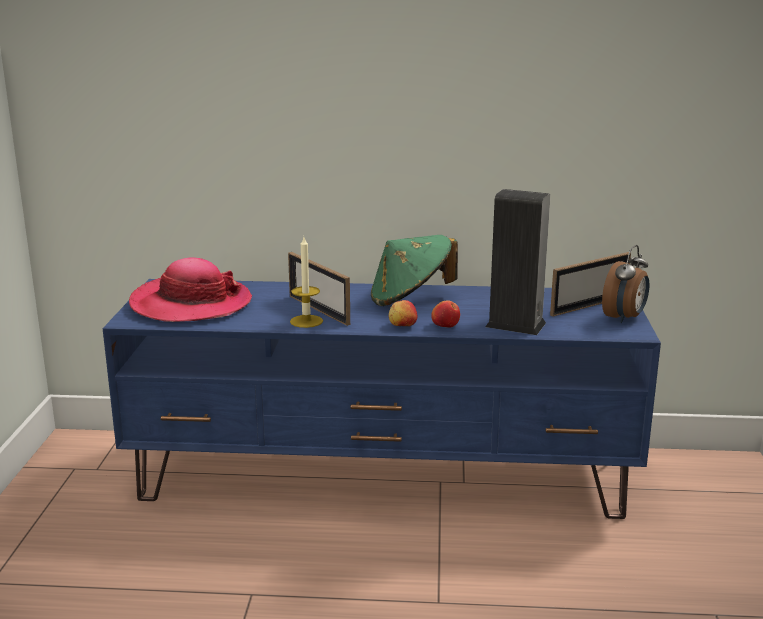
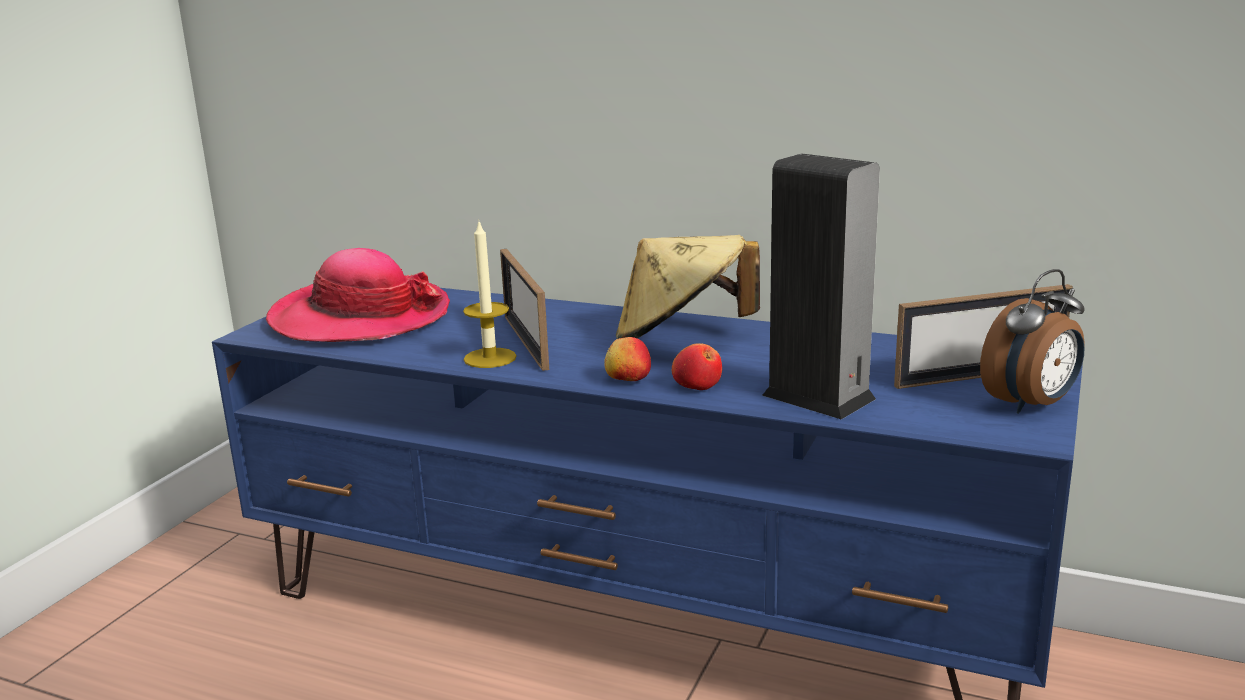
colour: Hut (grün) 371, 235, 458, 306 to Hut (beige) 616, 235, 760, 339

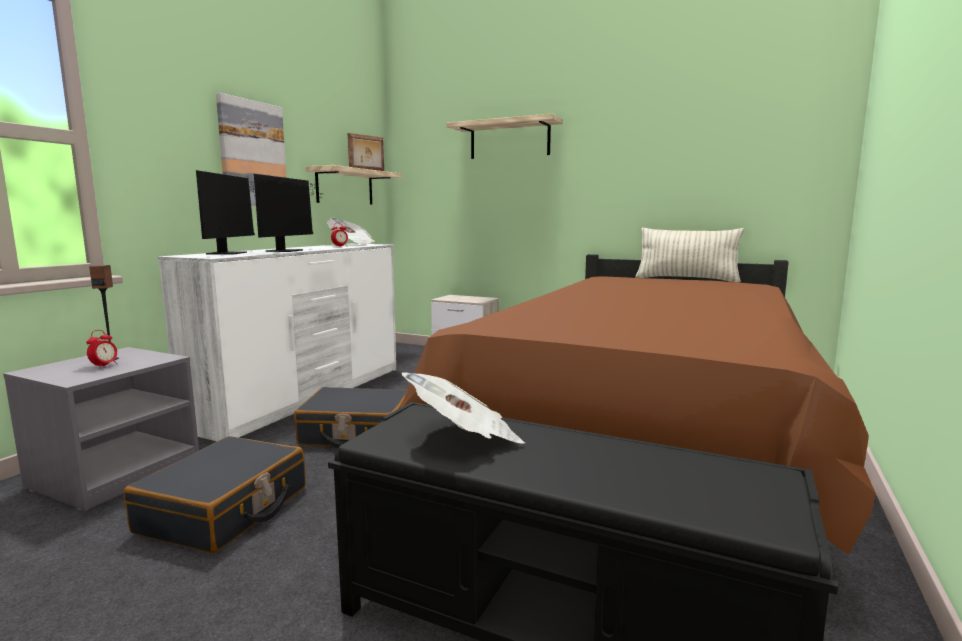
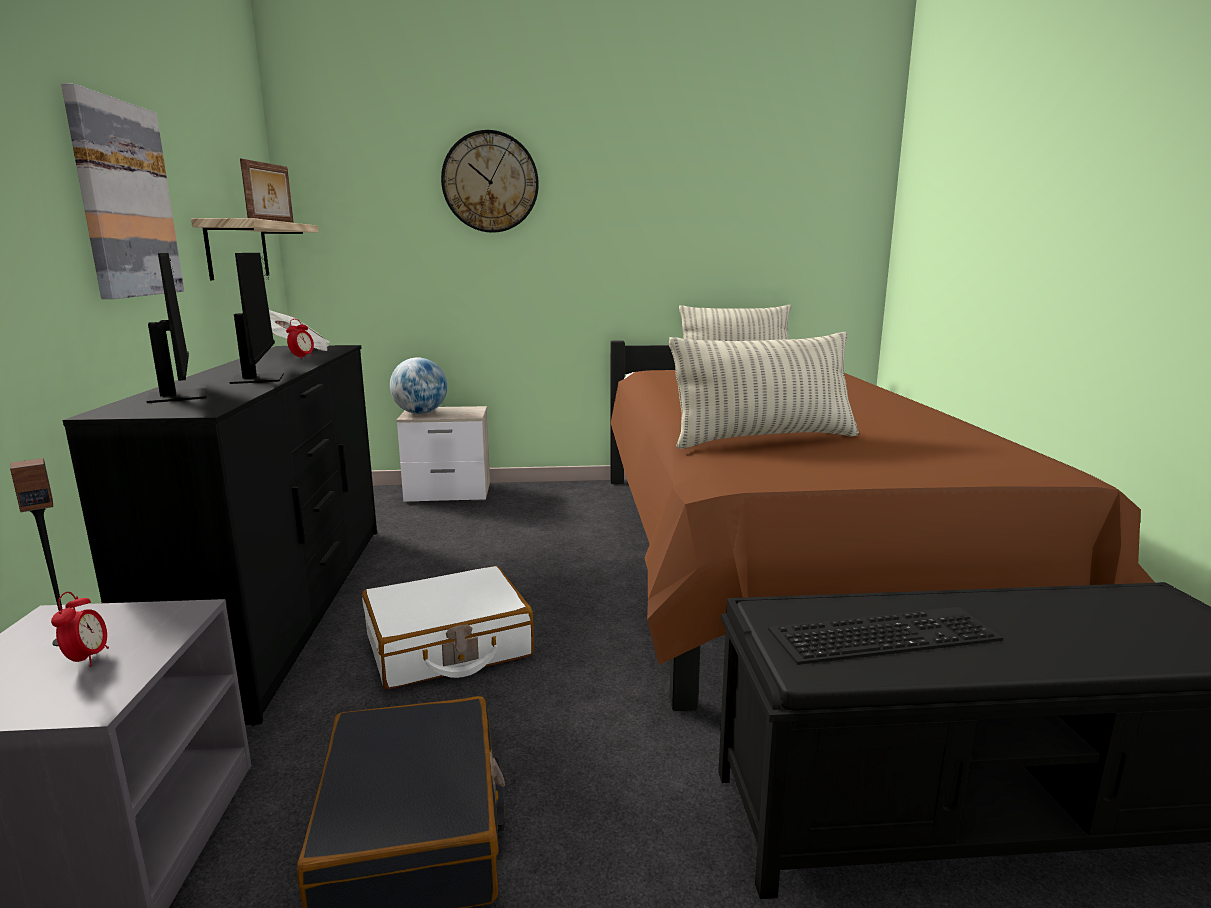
appeared: Globus 390, 357, 447, 414; Kissen 669, 332, 859, 449
exchanged: Zeitung 402, 372, 525, 444 to Tastatur 768, 607, 1003, 665; Wandregal 446, 114, 563, 159 to Wanduhr 441, 130, 539, 233
colour: Kommode (weiß) 158, 244, 396, 441 to Kommode (schwarz) 63, 345, 377, 726; Koffer (schwarz) 294, 387, 407, 448 to Koffer (weiß) 362, 566, 534, 689

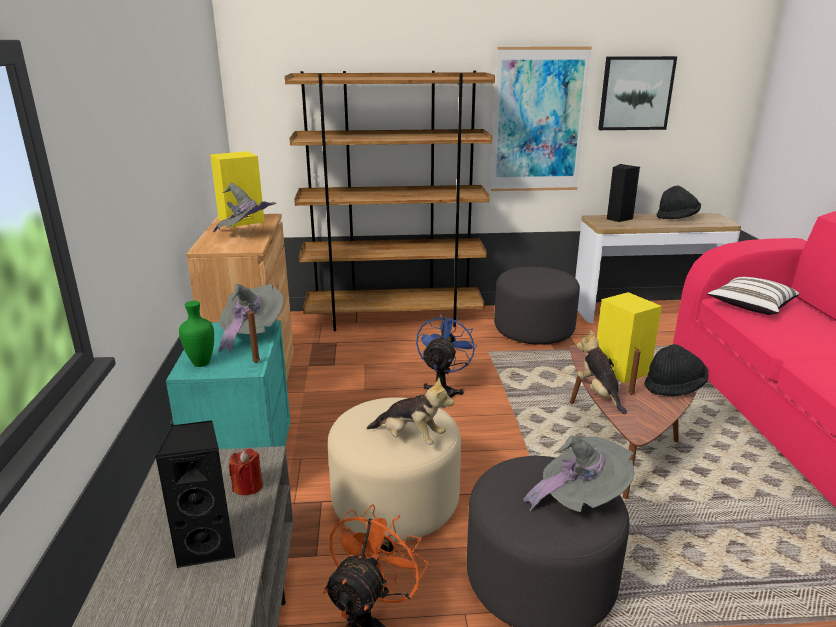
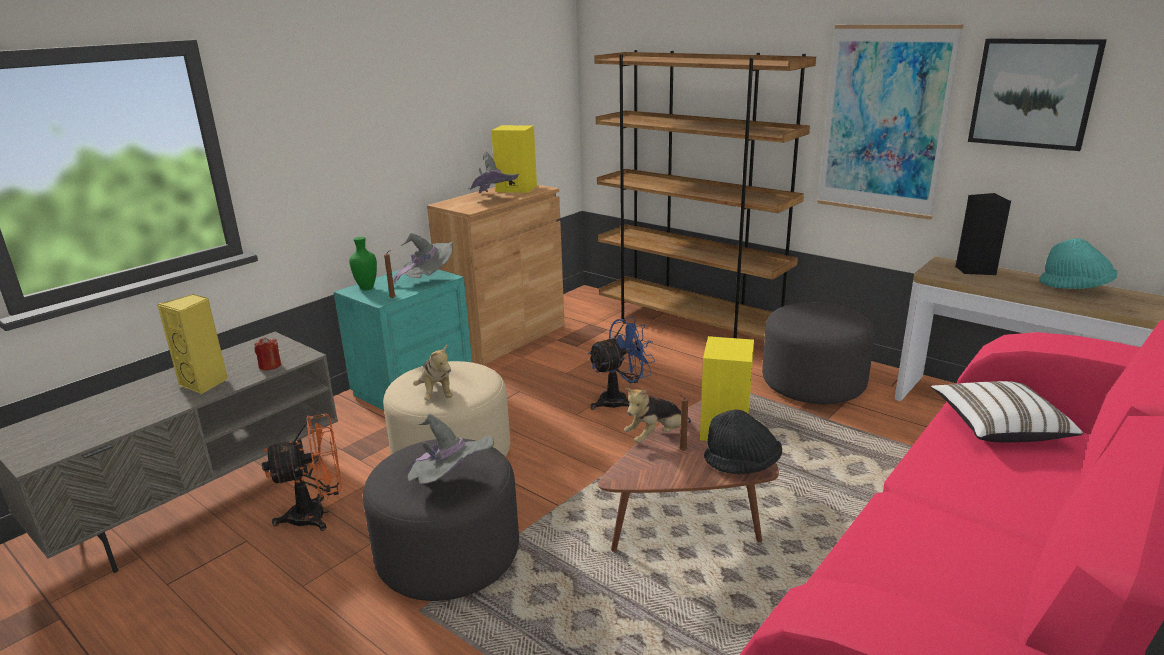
colour: Lautsprecher (schwarz) 154, 420, 235, 569 to Lautsprecher (gelb) 157, 294, 228, 395; Hut (schwarz) 656, 186, 701, 219 to Hut (türkis) 1039, 238, 1117, 289
spun: Plüschtier 577, 329, 627, 414 = 624, 388, 691, 443 150 degrees counterclockwise

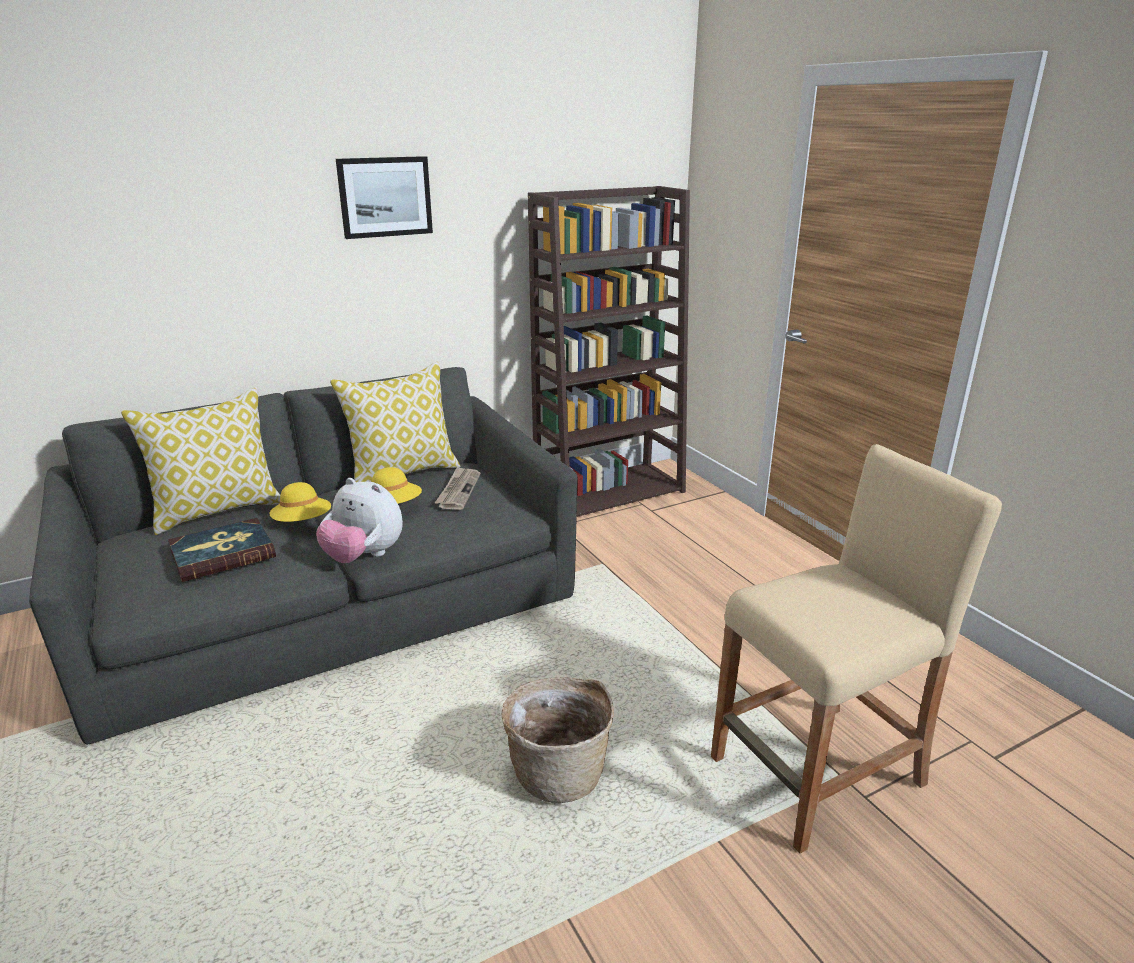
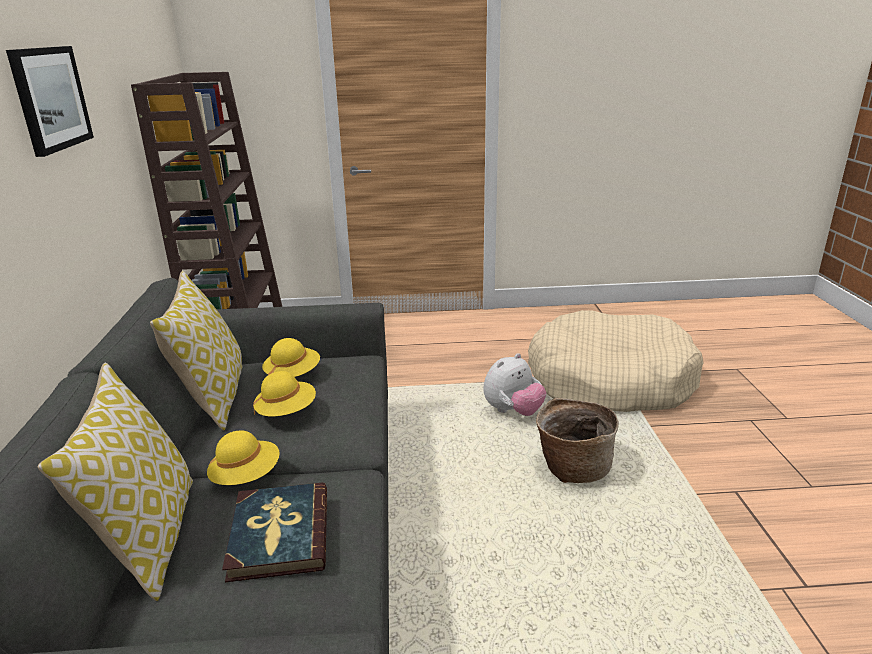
relocated: Plüschtier 316, 478, 403, 563 to 483, 353, 546, 416
exchanged: Zeitung 435, 466, 481, 510 to Hut (gelb) 262, 338, 320, 377; Hocker (beige) 711, 444, 1002, 854 to Hundebett (beige) 528, 310, 704, 412

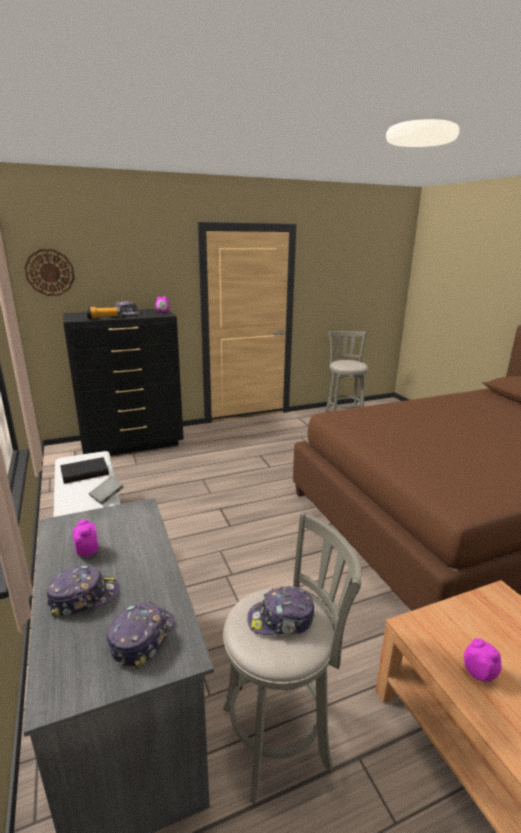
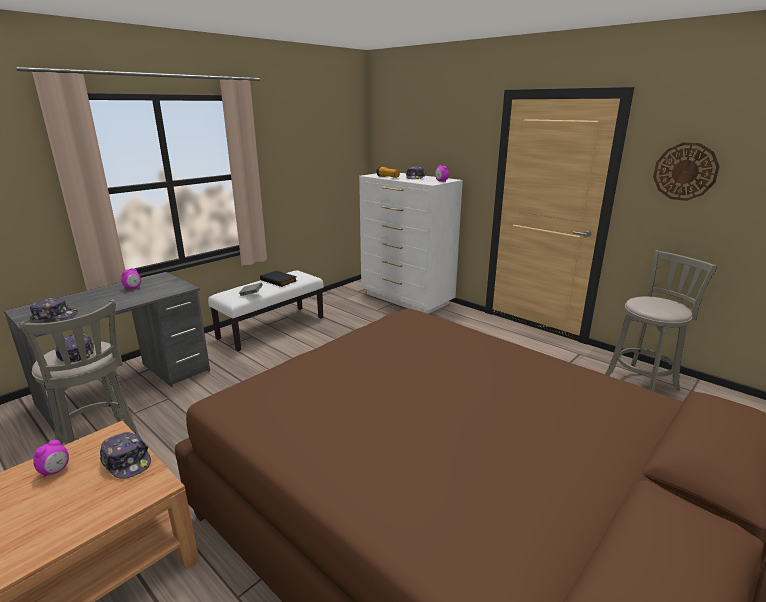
relocated: Wanduhr 24, 249, 75, 296 to 653, 142, 720, 201; Kappe 47, 566, 119, 617 to 100, 432, 151, 479
colour: Kommode (schwarz) 63, 309, 184, 456 to Kommode (weiß) 359, 173, 463, 314

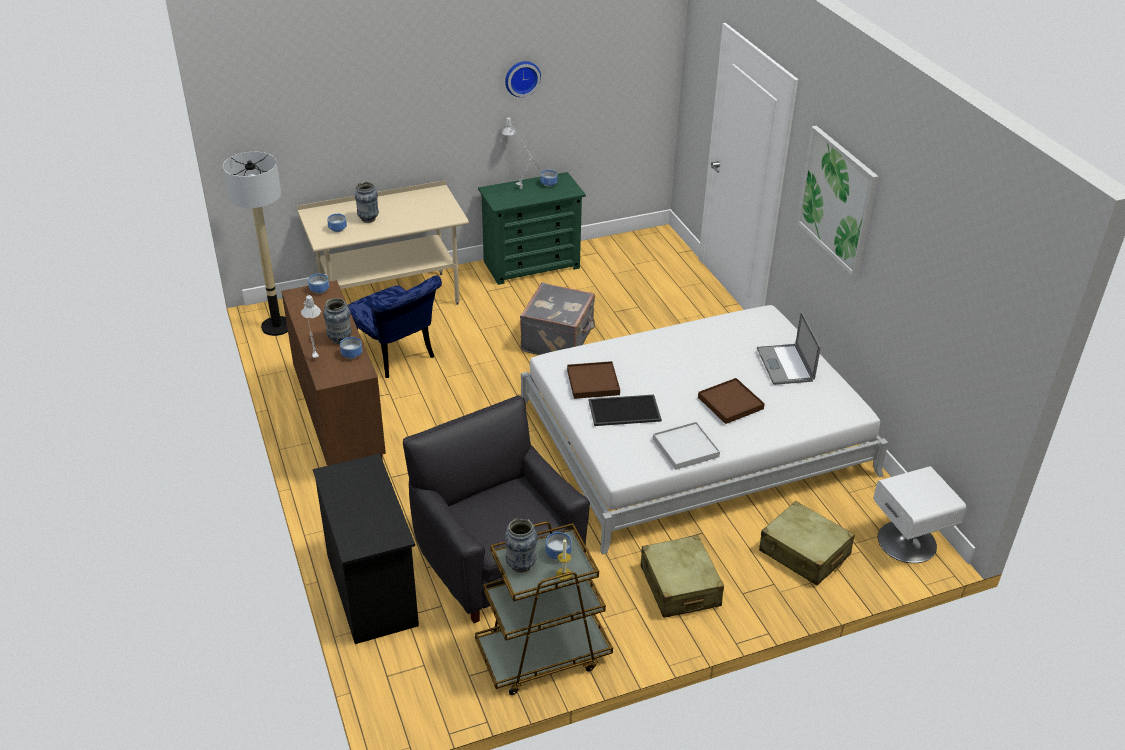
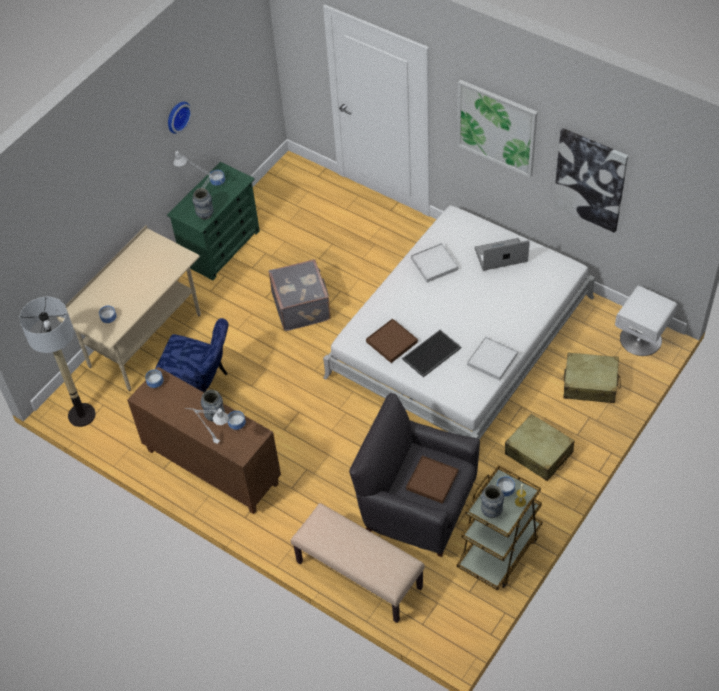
appeared: Tablett (weiß) 411, 243, 458, 283; Bild 553, 128, 628, 233
relocated: Vase 355, 181, 379, 223 to 192, 188, 214, 220; Tablett (braun) 698, 378, 765, 424 to 406, 456, 458, 504
exchanged: Kommode (schwarz) 313, 453, 419, 644 to Bank (beige) 291, 503, 425, 623
spun: Laptop 757, 312, 821, 385 = 475, 238, 530, 271 120 degrees clockwise

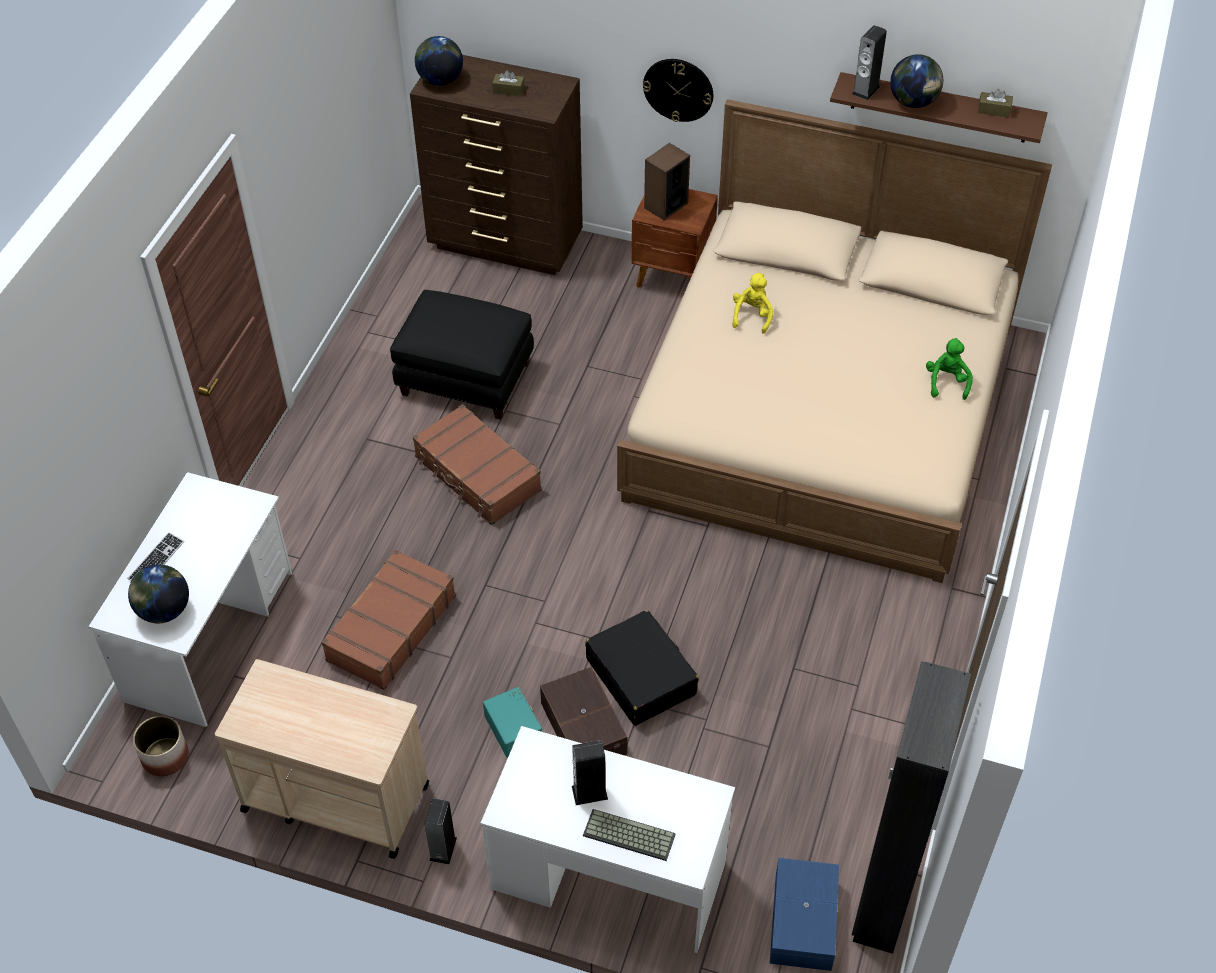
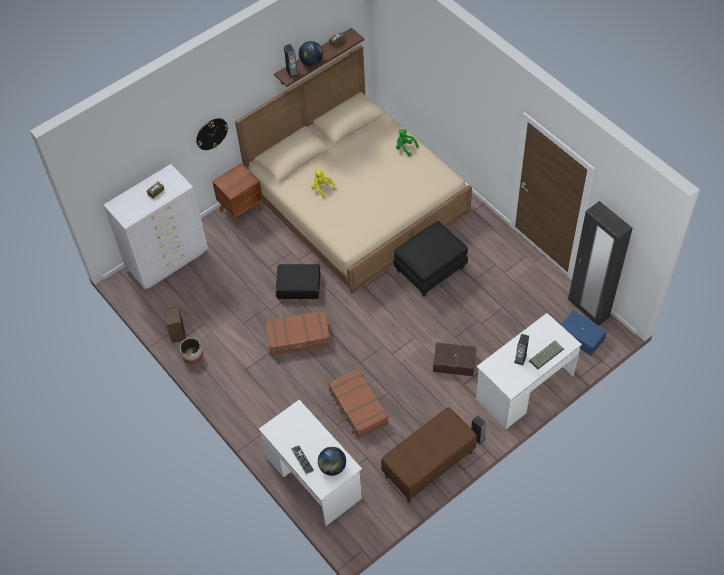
missing: Globus 415, 36, 463, 86; Aufbewahrungsbox (türkis) 483, 687, 542, 757
relocated: Pflanzkübel 133, 716, 189, 776 to 180, 338, 203, 364; Polsterhocker (schwarz) 390, 290, 534, 420 to 394, 221, 468, 297; Koffer (schwarz) 585, 610, 699, 726 to 276, 264, 320, 299; Lautsprecher 644, 143, 690, 220 to 164, 307, 186, 343
exchanged: Rollwagen (beige) 215, 659, 429, 859 to Bank (braun) 381, 407, 477, 502
colour: Kommode (braun) 410, 55, 583, 275 to Kommode (weiß) 103, 164, 208, 289

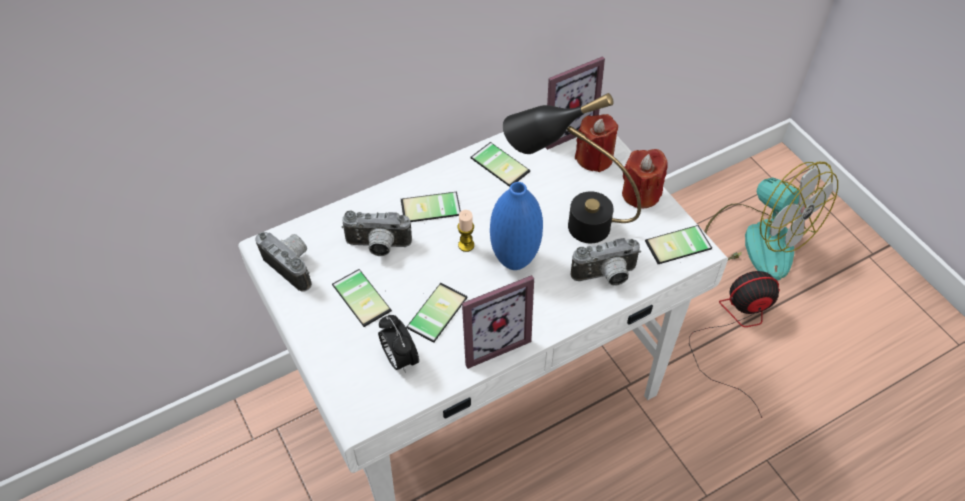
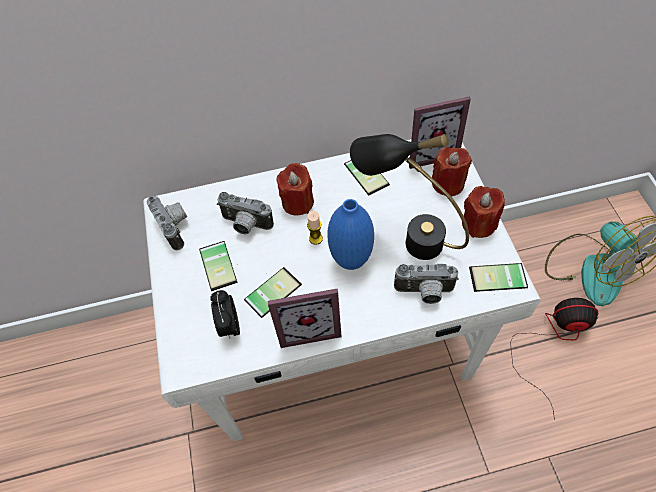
exchanged: Handy 401, 192, 461, 222 to Kerze (rot) 276, 163, 314, 216

